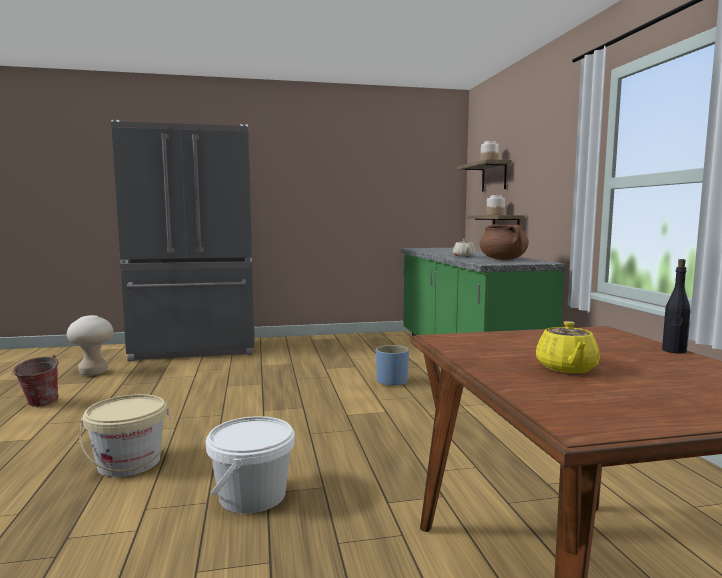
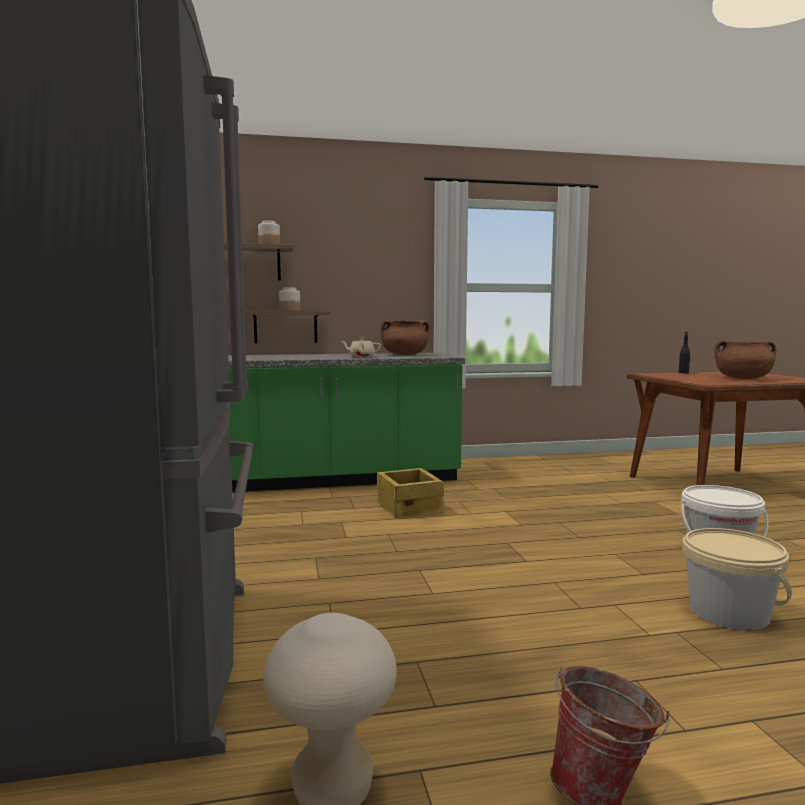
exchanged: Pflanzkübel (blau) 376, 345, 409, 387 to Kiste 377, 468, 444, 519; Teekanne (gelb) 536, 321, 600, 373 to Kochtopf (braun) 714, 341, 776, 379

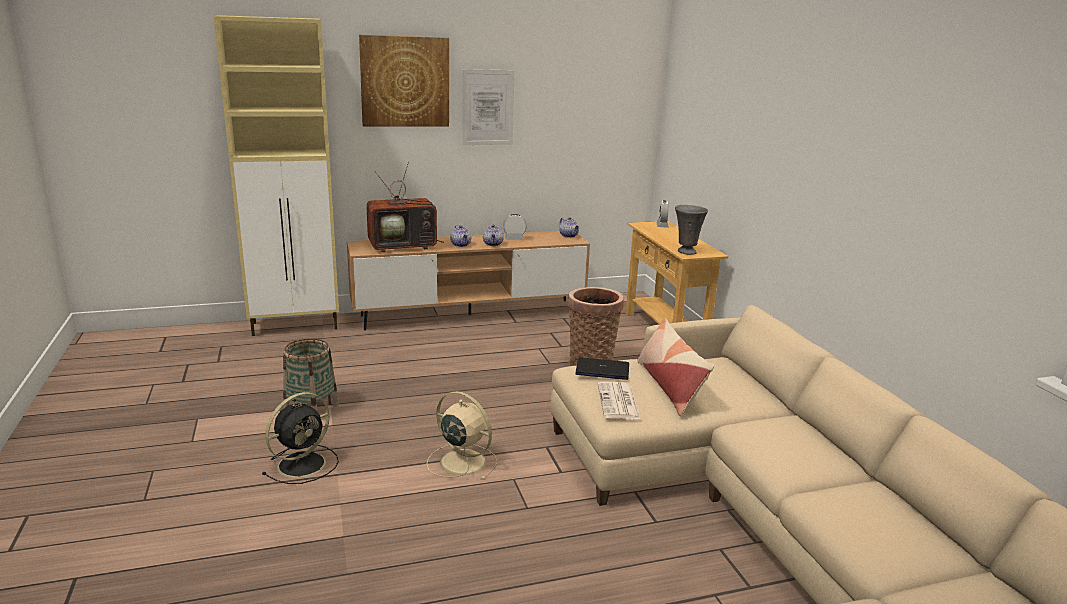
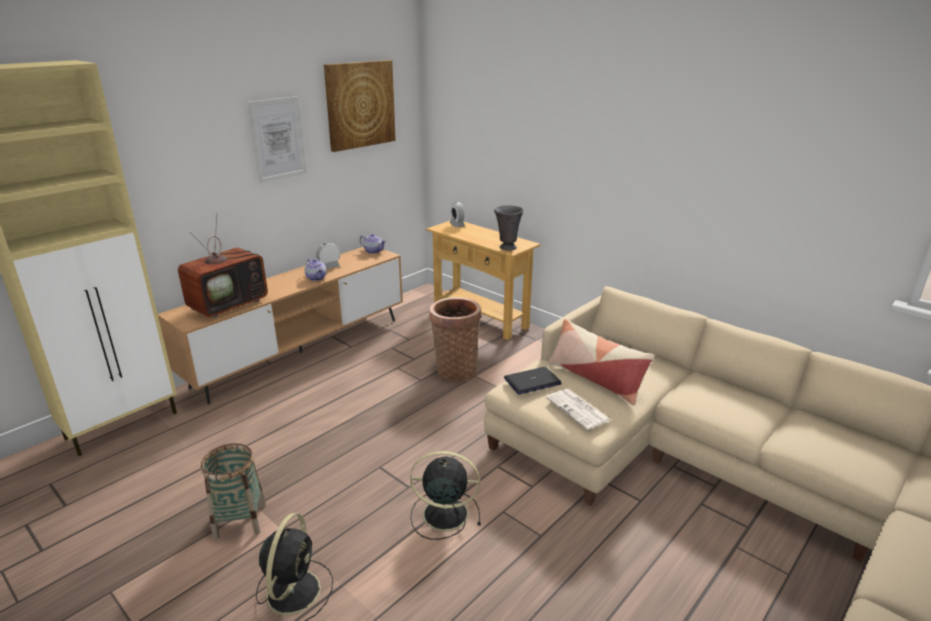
missing: Teekanne 450, 225, 471, 247
relocated: Bild 359, 35, 449, 127 to 324, 60, 396, 152
colour: Ventilator (beige) 426, 391, 497, 480 to Ventilator (schwarz) 410, 451, 481, 540

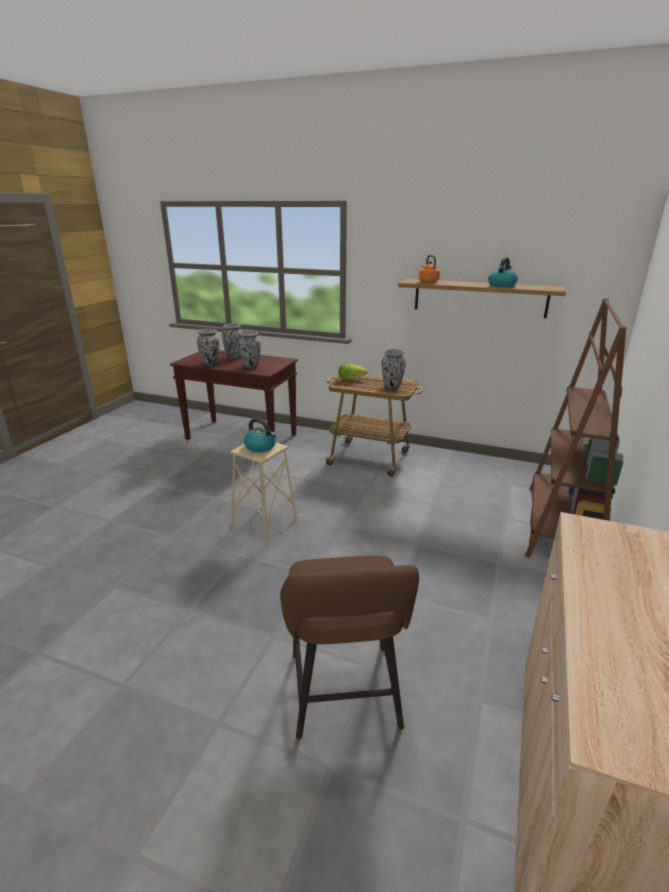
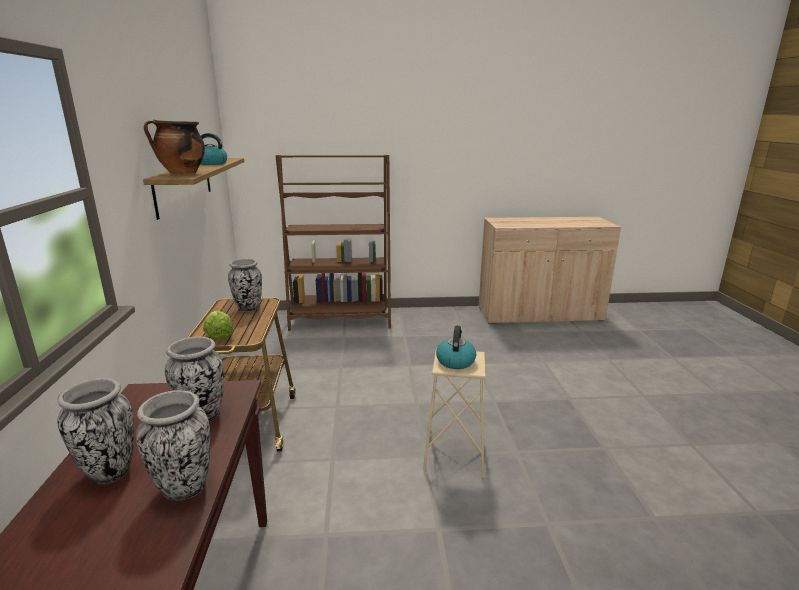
missing: Hocker (braun) 280, 555, 419, 740
exchanged: Wasserkessel (orange) 419, 255, 440, 283 to Kochtopf 144, 119, 205, 175

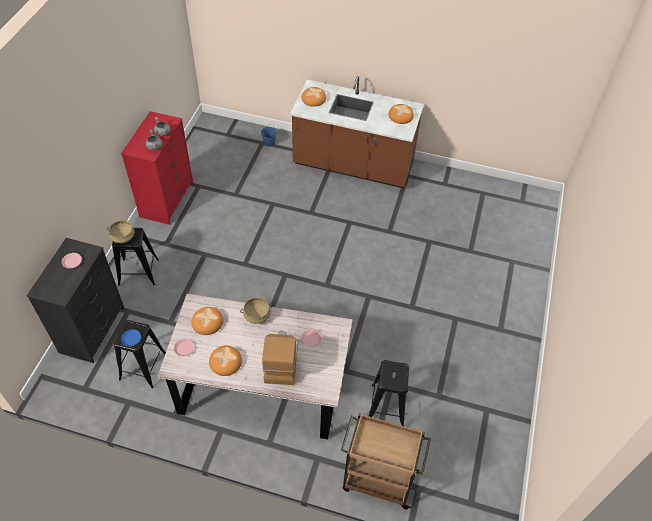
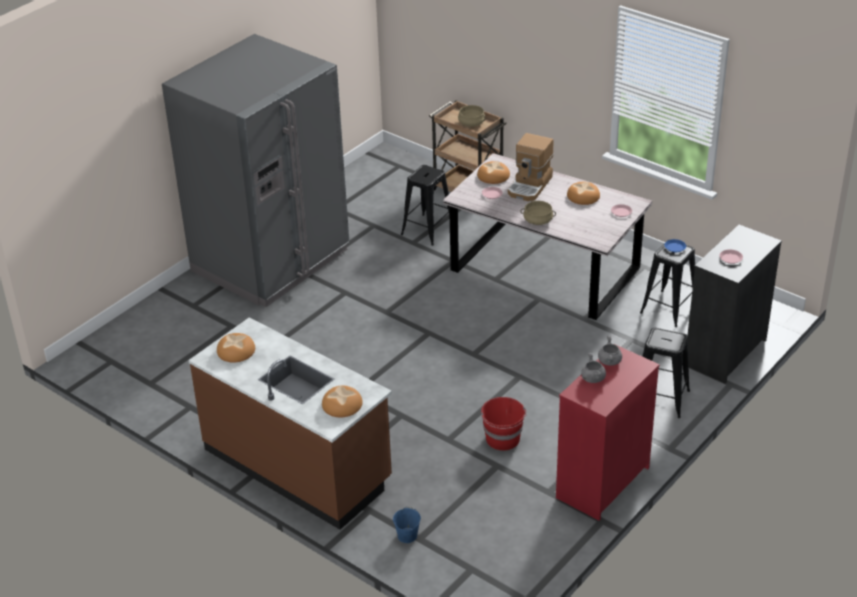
appeared: Kühlschrank (grau) 162, 34, 349, 307; Eimer (rot) 481, 397, 526, 451
relocated: Kochtopf (beige) 107, 220, 135, 243 to 458, 105, 485, 127; Brot 192, 307, 223, 335 to 477, 161, 510, 184

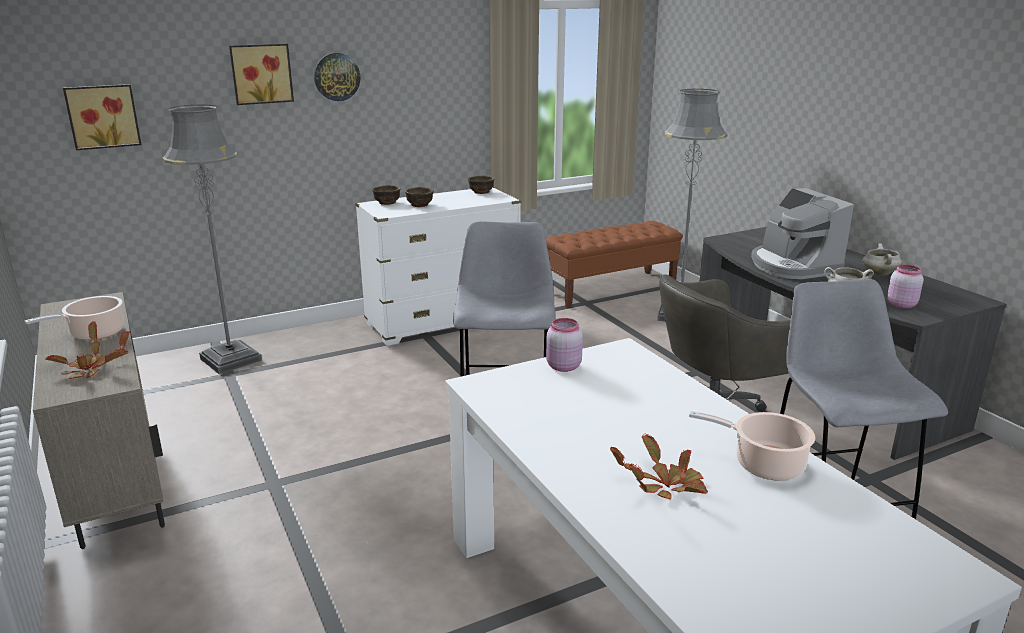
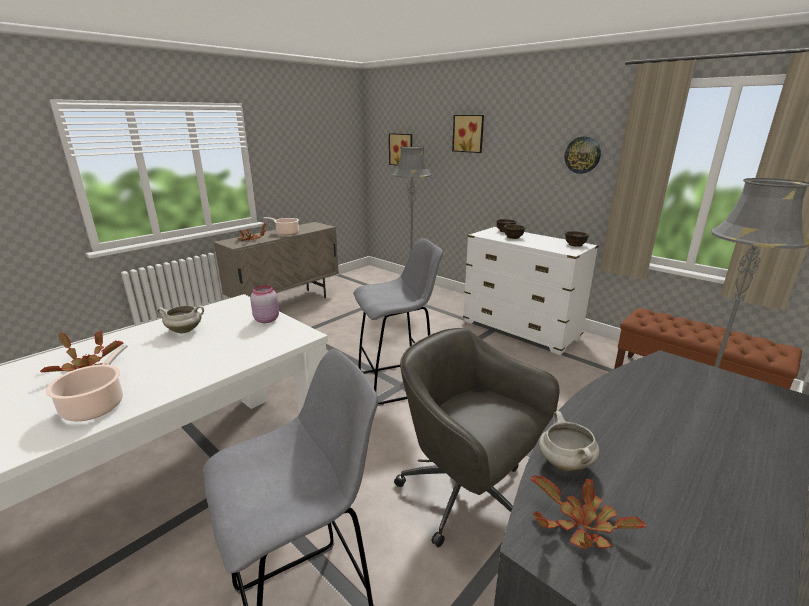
missing: Kaffeemaschine 751, 188, 854, 279
relocated: Wanduhr 314, 53, 360, 101 to 565, 136, 601, 174; Kochtopf (weiß) 863, 244, 902, 275 to 156, 305, 204, 334
exchanged: Vorratsglas (rosa) 887, 265, 924, 309 to Topfpflanze 531, 475, 646, 549

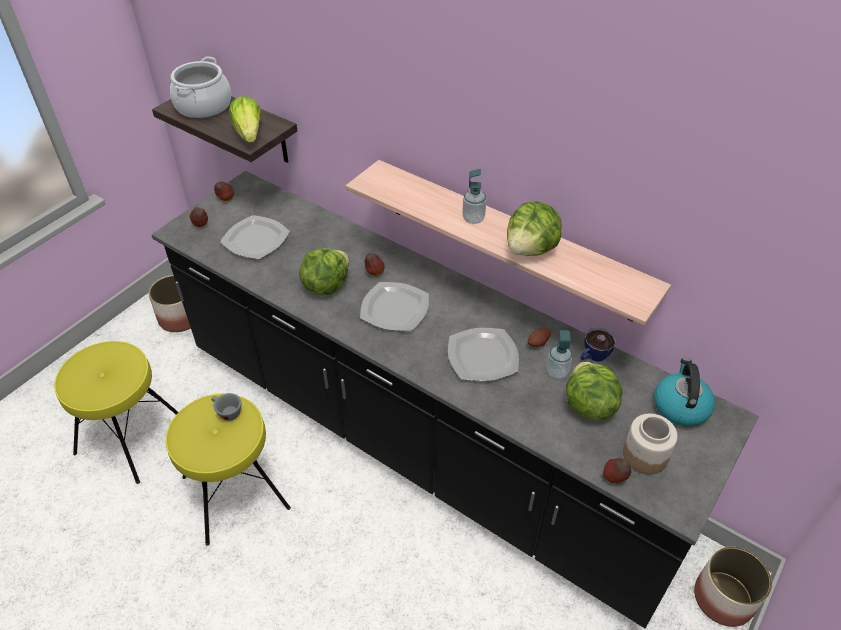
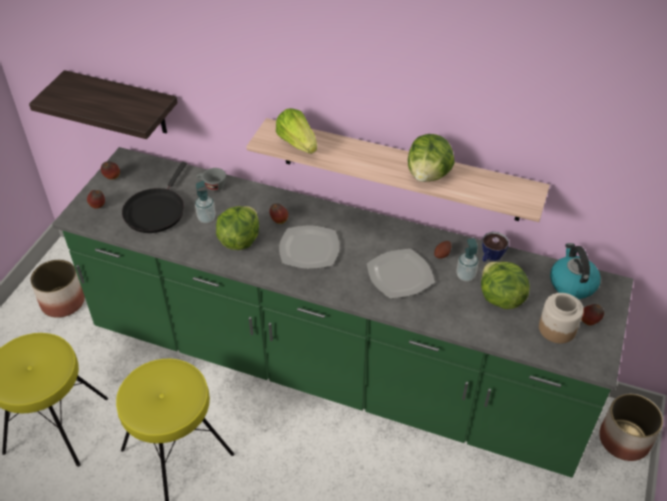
missing: Kochtopf 170, 57, 231, 119
relocated: Tasse (grau) 211, 393, 241, 421 to 197, 168, 226, 191; Salatkopf 229, 96, 262, 142 to 276, 108, 317, 154; Seifenspender 462, 169, 487, 224 to 195, 181, 216, 223; Apfel 603, 458, 631, 483 to 581, 304, 604, 325
exchanged: Teller 220, 215, 290, 259 to Pfanne (schwarz) 122, 162, 187, 233
colour: Küchenzeile (schwarz) 151, 171, 758, 628 to Küchenzeile (grün) 52, 147, 634, 478

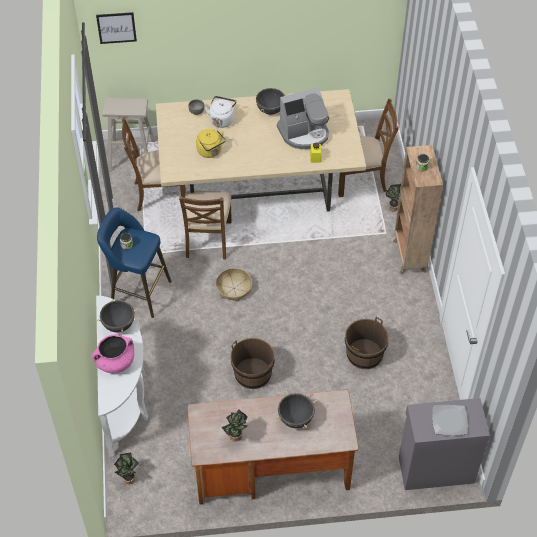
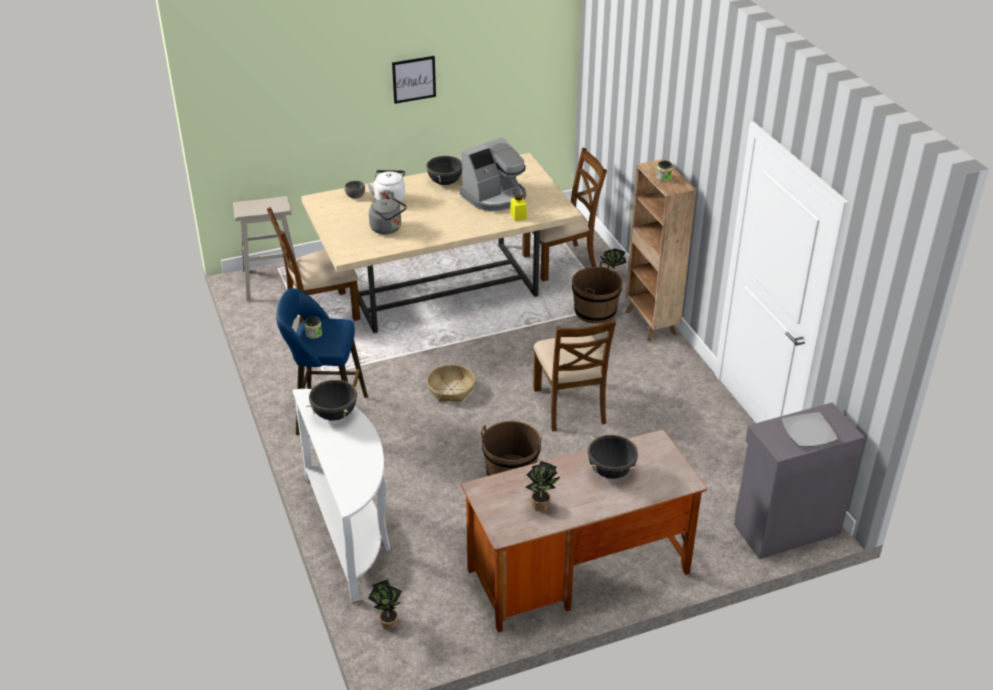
missing: Kochtopf (rosa) 92, 334, 134, 373
relocated: Bild 96, 12, 137, 44 to 392, 56, 436, 104; Stuhl (braun) 179, 190, 232, 259 to 533, 319, 616, 432; Eimer (braun) 345, 317, 389, 369 to 572, 261, 622, 324
colour: Wasserkessel (gelb) 196, 129, 226, 158 to Wasserkessel (grau) 369, 198, 407, 234

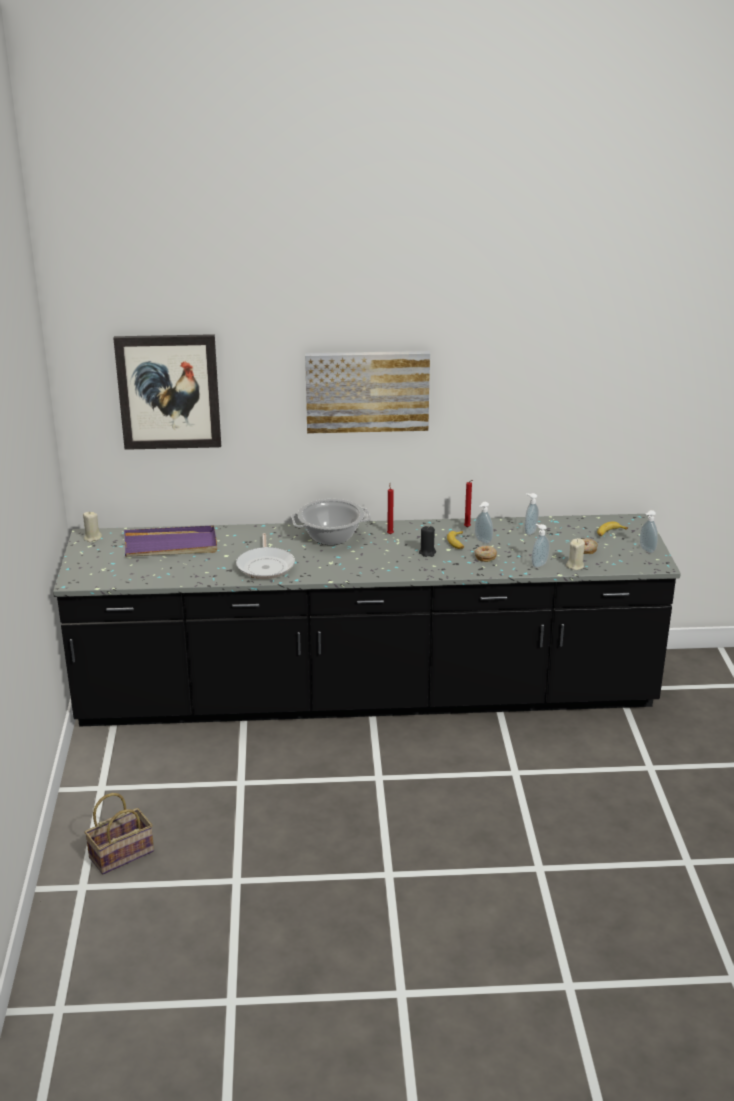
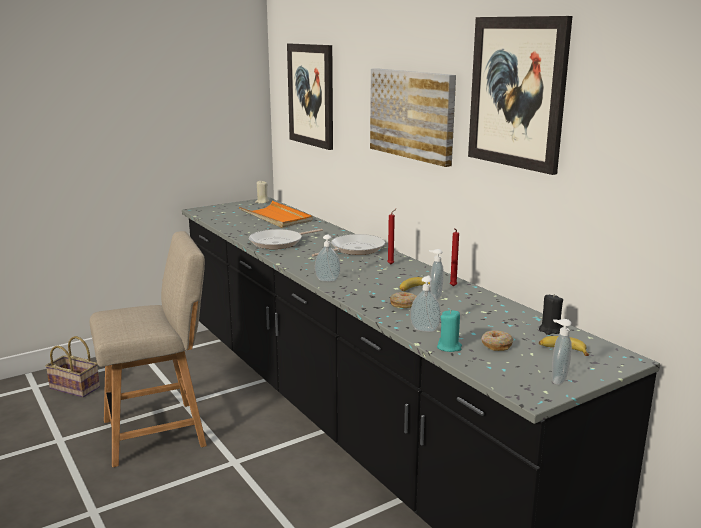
appeared: Stuhl (beige) 90, 231, 207, 467; Bild 468, 16, 573, 175
relocated: Kerze (schwarz) 419, 526, 436, 557 to 539, 294, 563, 335; Seifenspender 525, 493, 539, 535 to 315, 234, 340, 282
exchanged: Kochtopf 291, 499, 371, 545 to Pfanne 312, 234, 385, 257
colour: Tablett (lila) 124, 525, 217, 557 to Tablett (orange) 239, 201, 313, 228; Kerze (beige) 566, 538, 585, 570 to Kerze (türkis) 437, 310, 462, 352

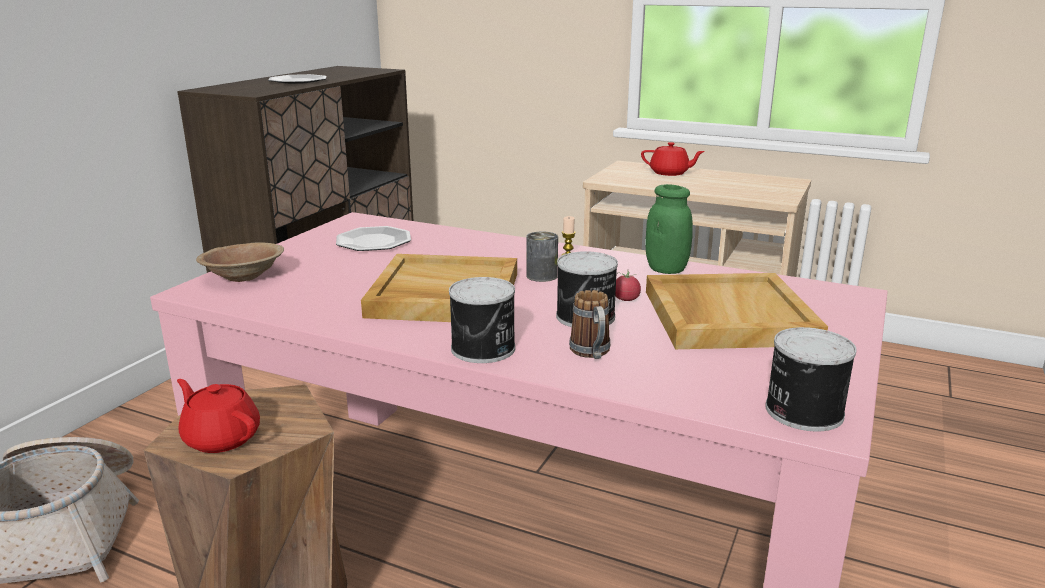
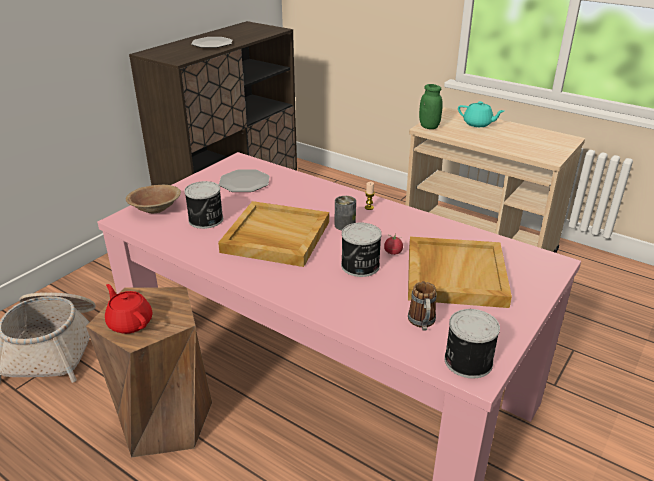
relocated: Dose 449, 277, 515, 363 to 184, 181, 223, 229; Henkelbecher 569, 290, 610, 359 to 408, 282, 437, 330; Vorratsglas (grün) 645, 184, 693, 274 to 419, 84, 443, 129
colour: Teekanne (rot) 641, 142, 705, 176 to Teekanne (türkis) 458, 101, 504, 127

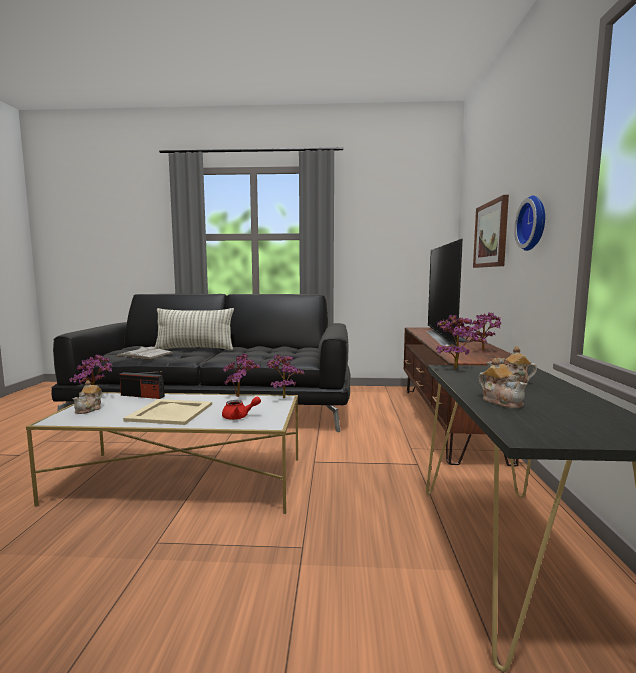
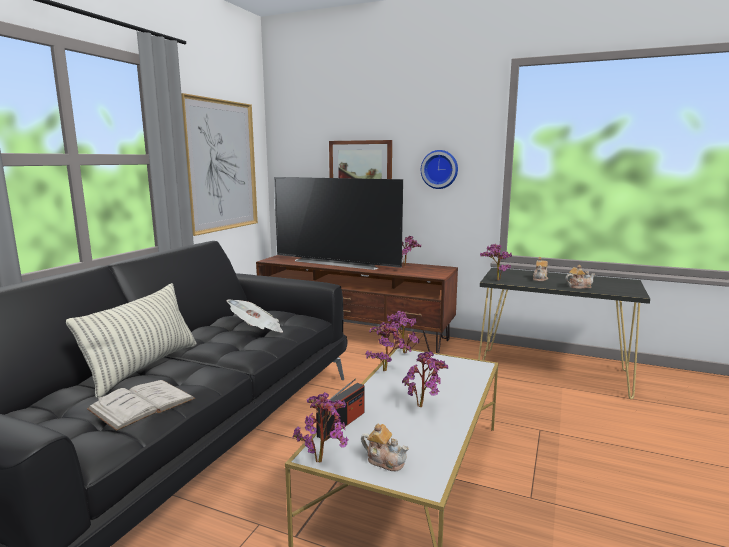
missing: Teekanne (rot) 222, 397, 261, 420
appeared: Bild 181, 93, 258, 236; Zeitung 226, 299, 283, 333
exchanged: Tablett (beige) 123, 399, 212, 425 to Topfpflanze 402, 351, 448, 407

